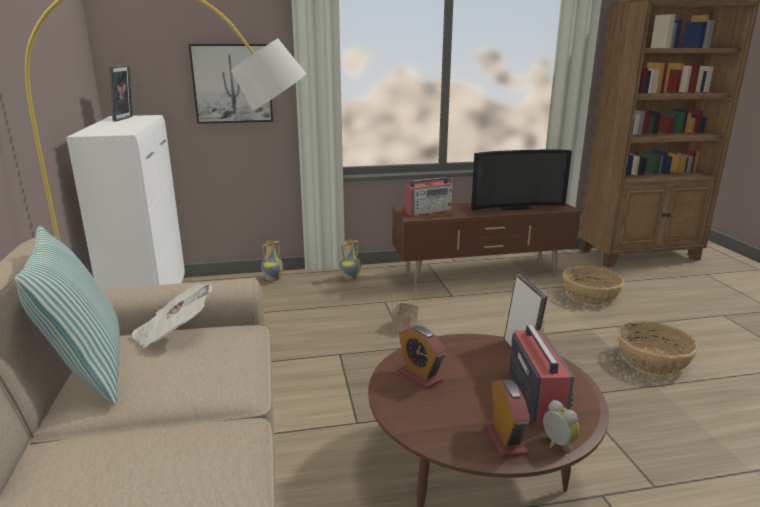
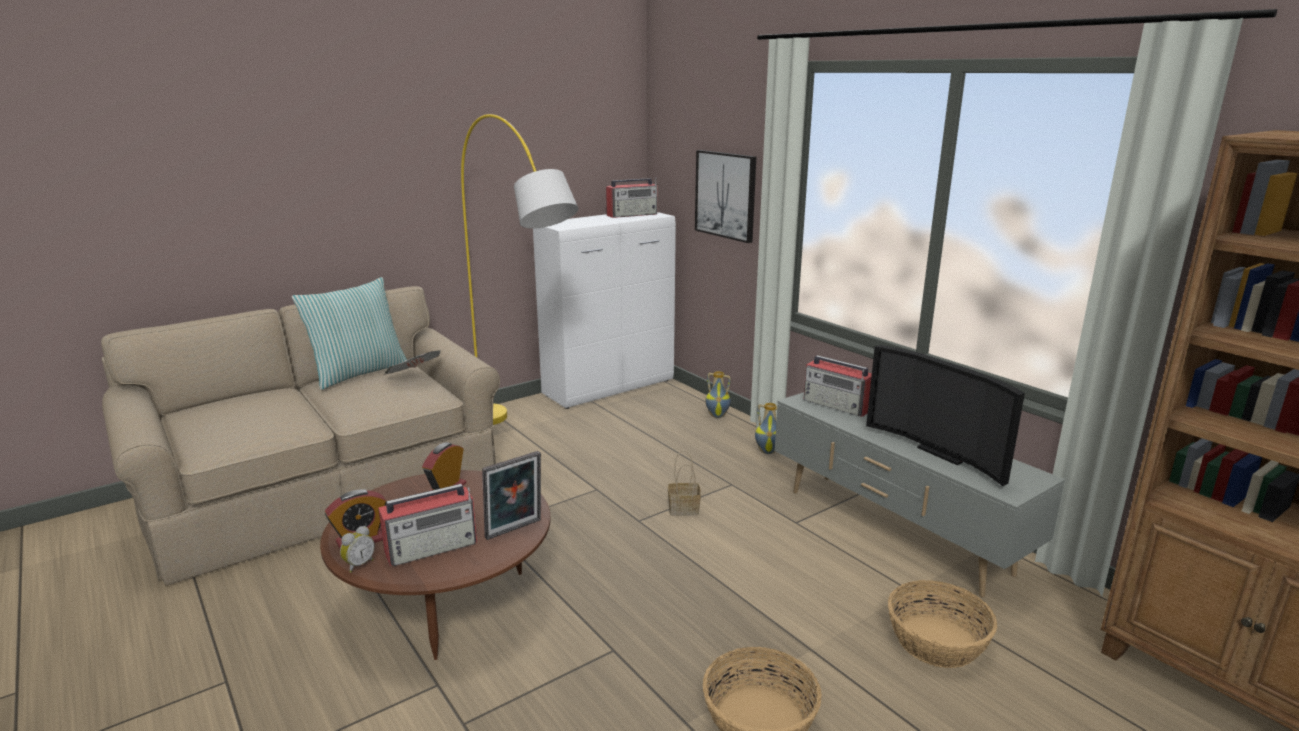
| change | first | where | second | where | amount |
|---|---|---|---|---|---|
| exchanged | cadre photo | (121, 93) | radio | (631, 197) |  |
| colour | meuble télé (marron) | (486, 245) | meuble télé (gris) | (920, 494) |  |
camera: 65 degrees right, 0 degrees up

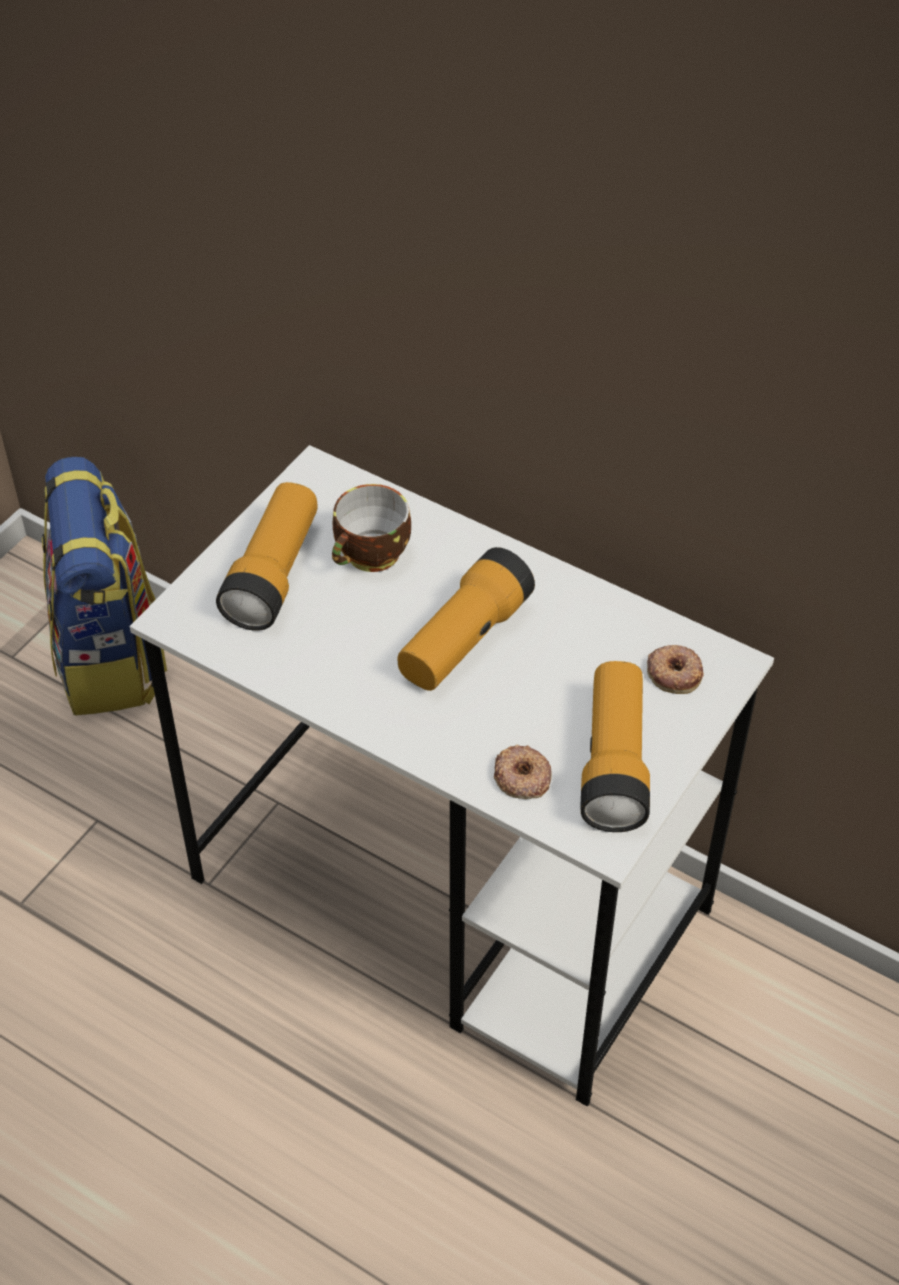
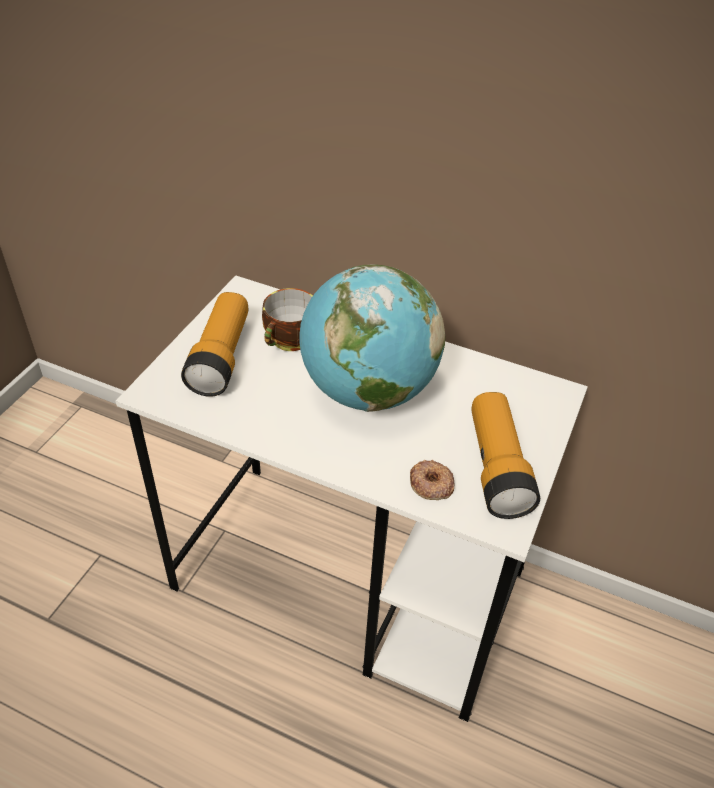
| change | first | where | second | where | amount |
|---|---|---|---|---|---|
| missing | sac à dos | (104, 586) |  |  |  |
| missing | beignet | (675, 669) |  |  |  |
| exchanged | lampe de poche | (466, 619) | globe | (372, 338) |  |
camera: 10 degrees left, 5 degrees down

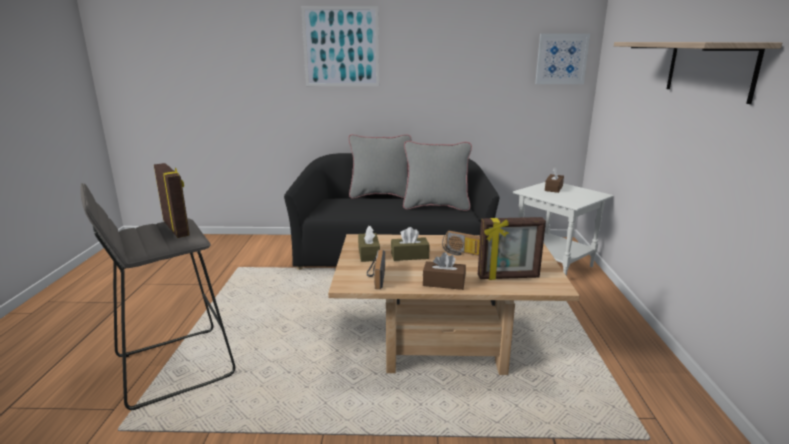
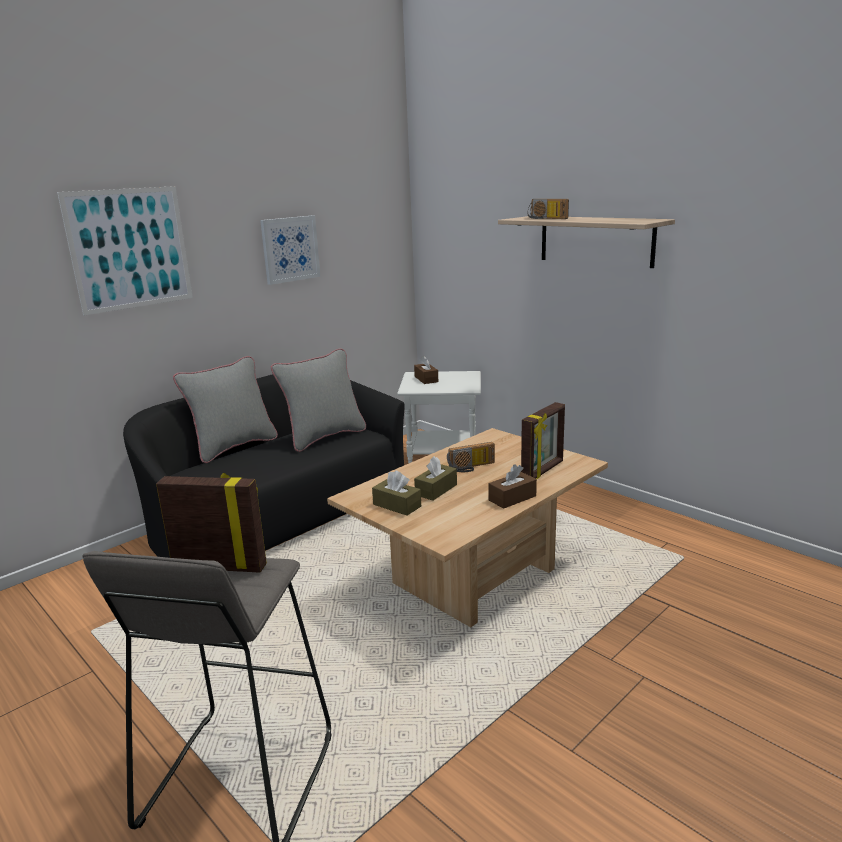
| change | first | where | second | where | amount |
|---|---|---|---|---|---|
| relocated | radio | (376, 269) |  | (548, 209) |  |
| relocated | tableau | (562, 59) |  | (290, 250) |  |
camera: 45 degrees left, 0 degrees up

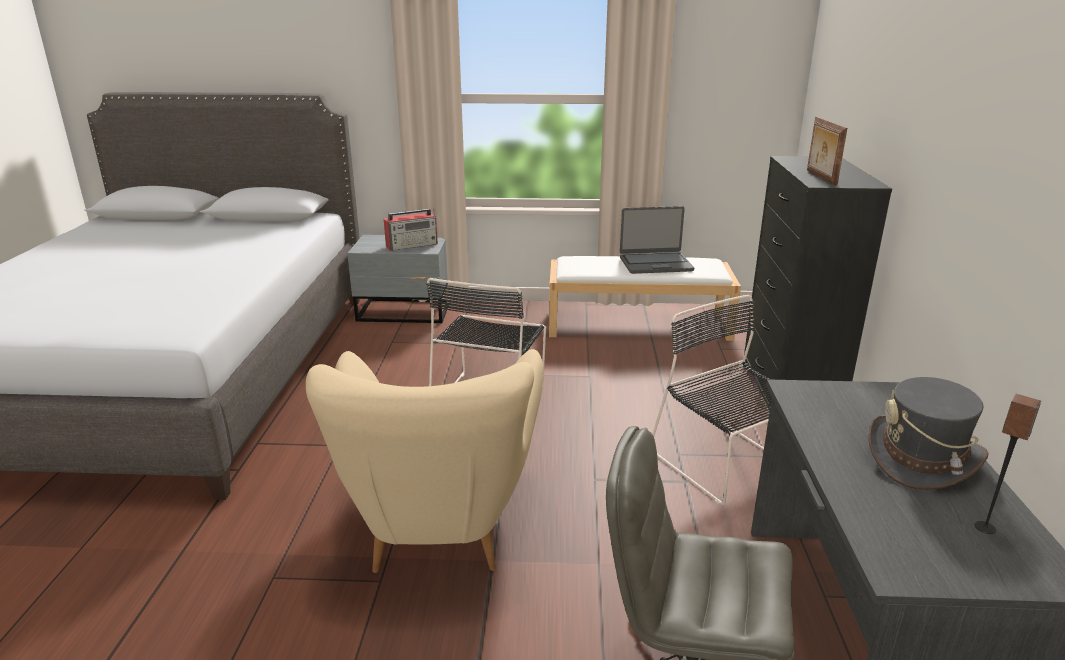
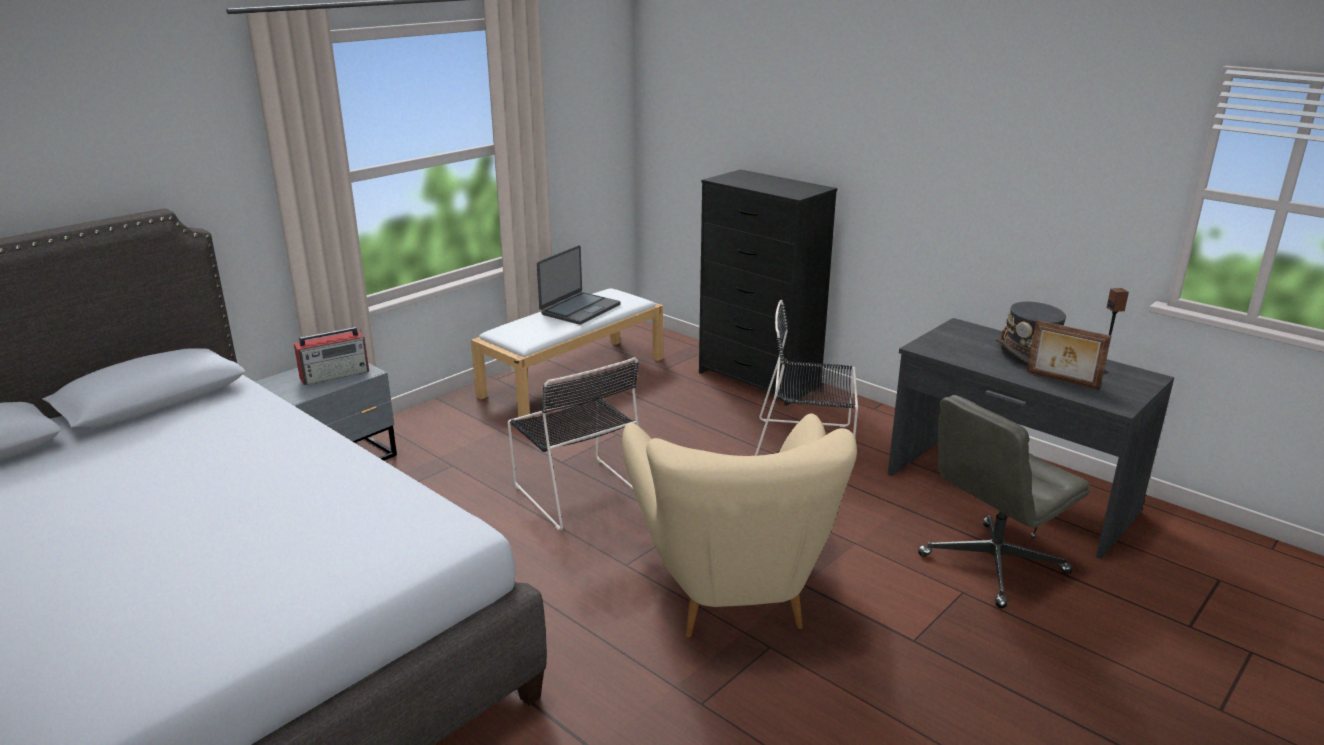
| change | first | where | second | where | amount |
|---|---|---|---|---|---|
| relocated | cadre photo | (827, 151) |  | (1069, 355) |  |
| spun | fauteuil (beige) | (424, 461) |  | (739, 525) | 45 degrees clockwise |
| spun | radio | (411, 230) |  | (331, 356) | 45 degrees clockwise |
camera: 50 degrees left, 0 degrees up

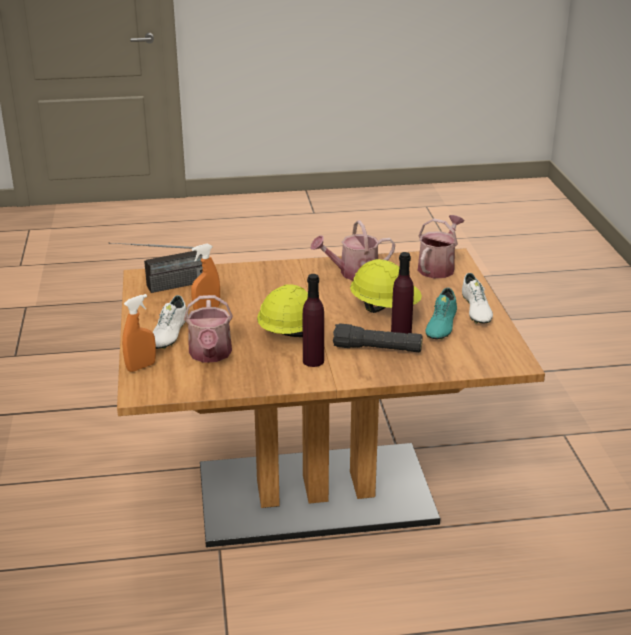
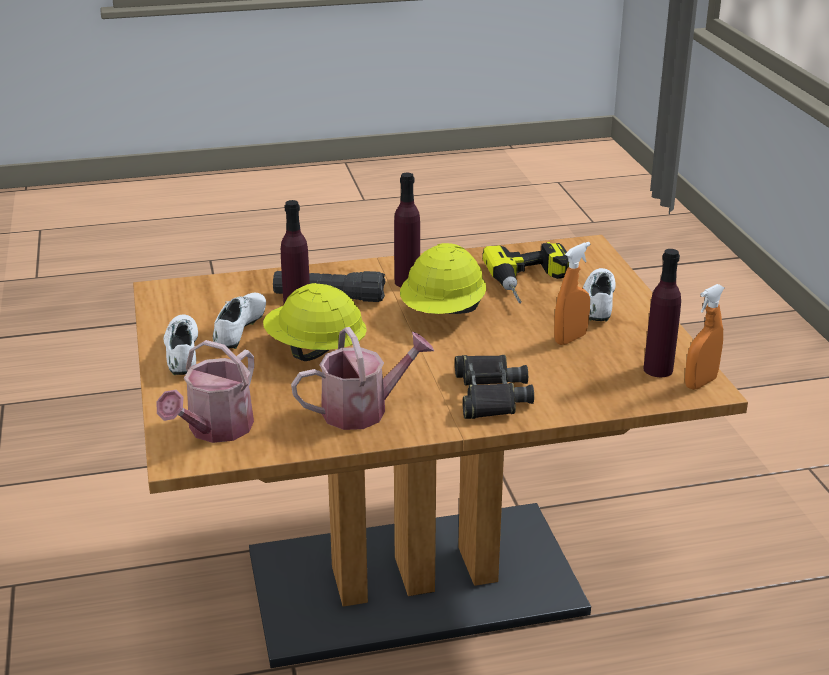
| change | first | where | second | where | amount |
|---|---|---|---|---|---|
| appeared |  |  | jumelles (noir) | (494, 387) |  |
| relocated | vaporisateur (orange) | (139, 333) |  | (704, 337) |  |
| exchanged | radio | (156, 267) | bouteille (violet) | (662, 313) |  |
| exchanged | arrosoir | (208, 329) | perceuse | (525, 272) |  |
| colour | chaussure (turquoise) | (441, 314) | chaussure (blanc) | (239, 321) |  |
camera: 175 degrees right, 0 degrees up

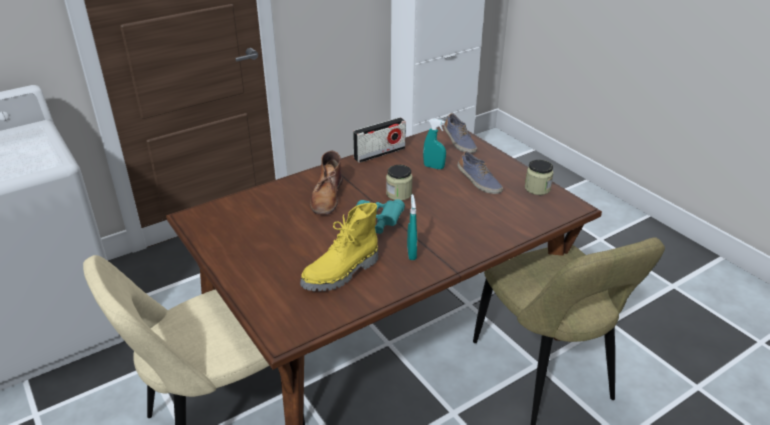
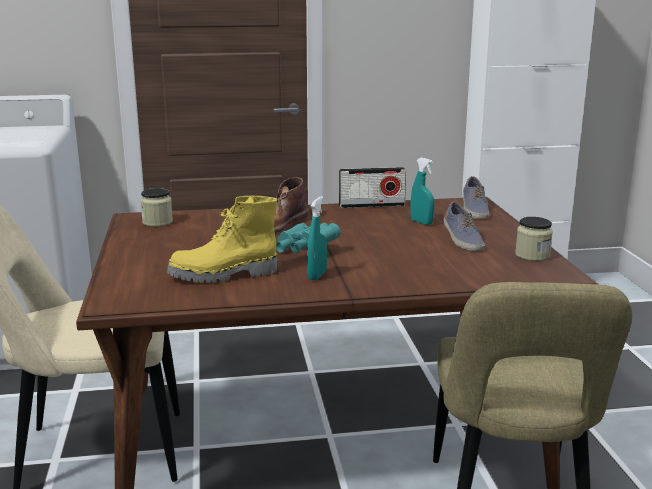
| change | first | where | second | where | amount |
|---|---|---|---|---|---|
| relocated | bocal | (399, 182) |  | (156, 207) |  |
camera: 25 degrees right, 15 degrees down

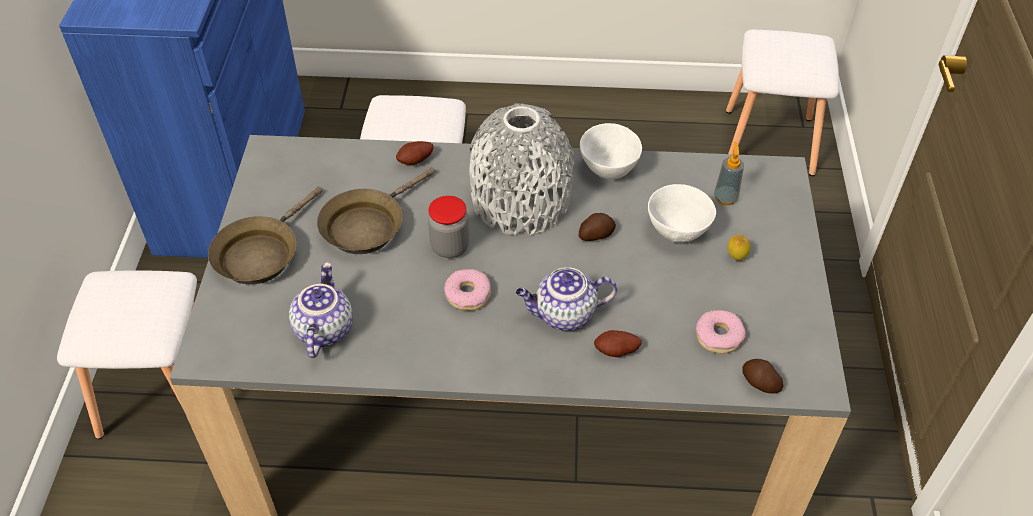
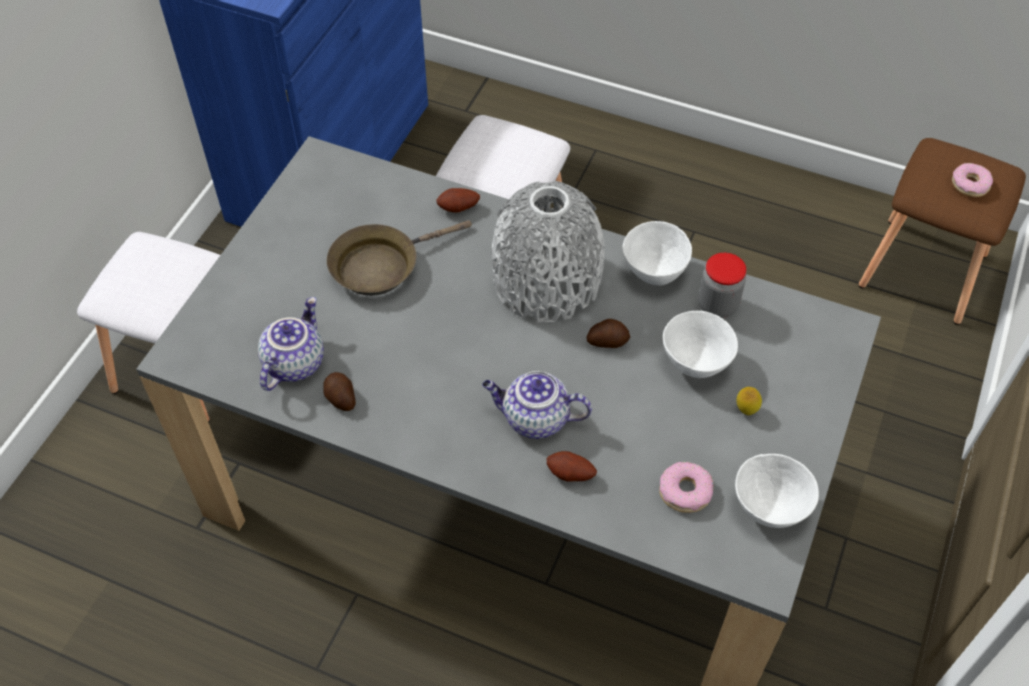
| change | first | where | second | where | amount |
|---|---|---|---|---|---|
| missing | poêle (marron) | (265, 235) |  |  |  |
| missing | distributeur de savon | (729, 173) |  |  |  |
| appeared |  |  | bol (blanc) | (777, 491) |  |
| relocated | bocal | (448, 227) |  | (722, 285) |  |
| relocated | beignet | (467, 290) |  | (972, 180) |  |
| relocated | pomme de terre | (762, 376) |  | (339, 391) |  |
| colour | tabouret (blanc) | (782, 102) | tabouret (marron) | (942, 231) |  |
camera: 20 degrees right, 5 degrees up

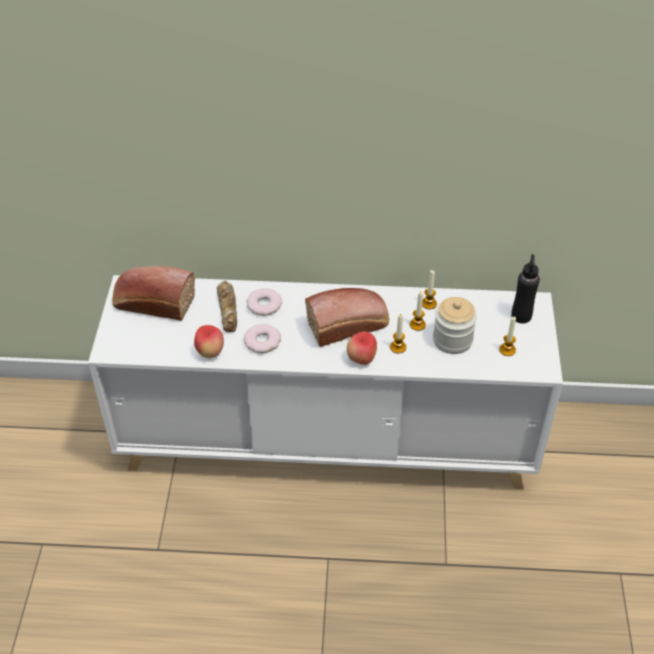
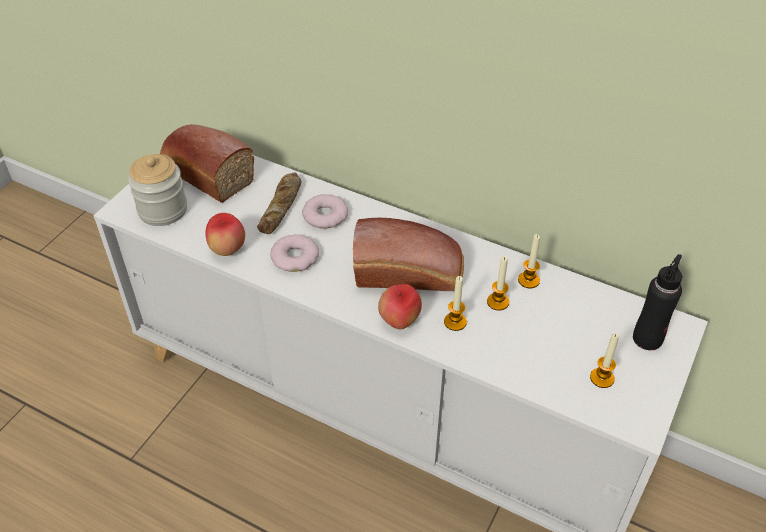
| change | first | where | second | where | amount |
|---|---|---|---|---|---|
| relocated | bocal | (455, 325) |  | (157, 190) |  |
camera: 25 degrees right, 0 degrees up

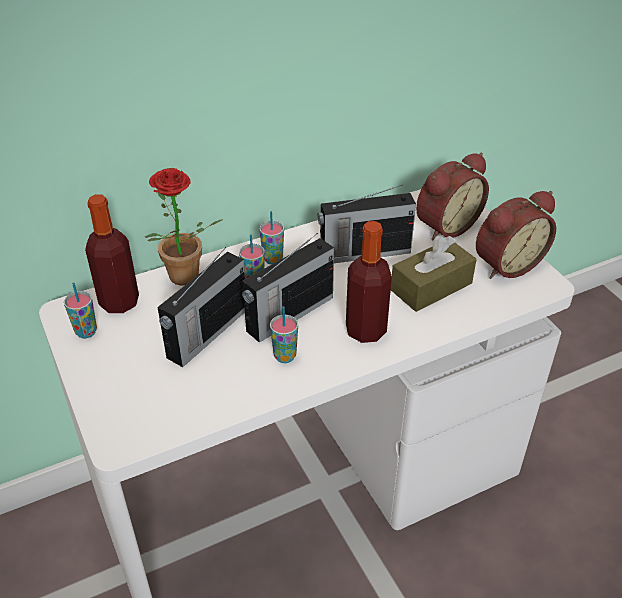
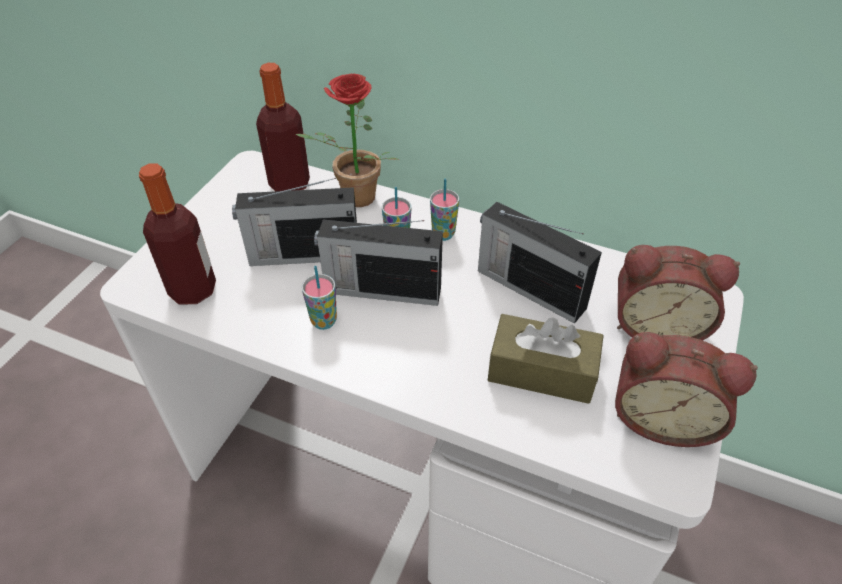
| change | first | where | second | where | amount |
|---|---|---|---|---|---|
| missing | tasse | (80, 310) |  |  |  |
| relocated | bouteille | (369, 282) |  | (177, 233) |  |
camera: 50 degrees right, 5 degrees up

